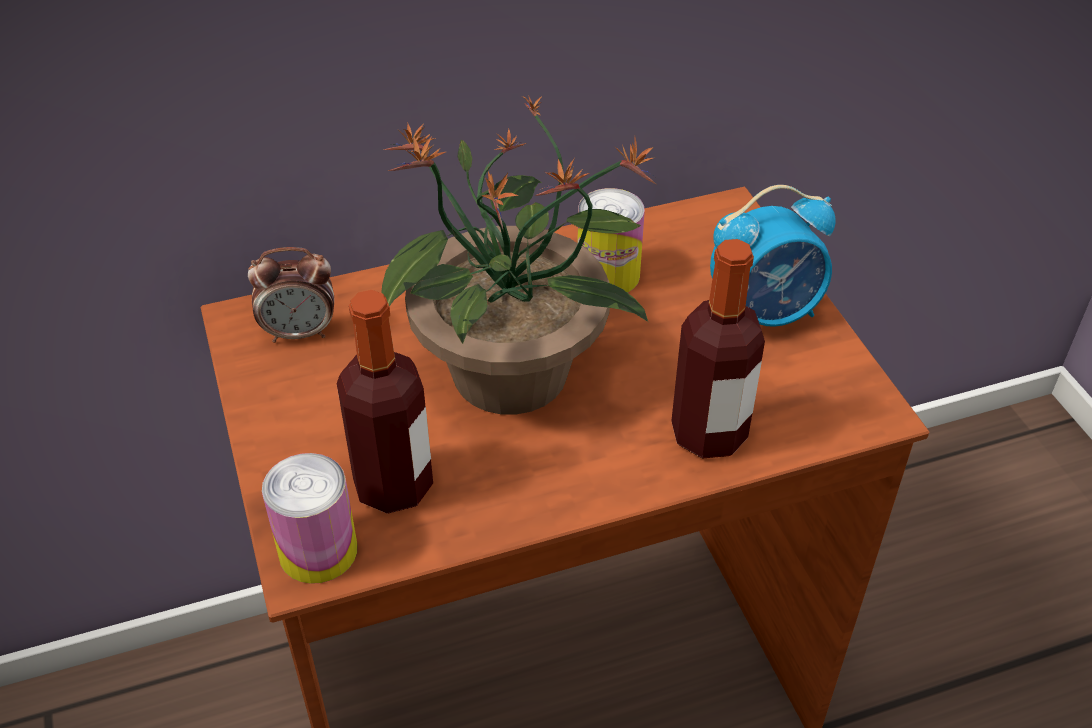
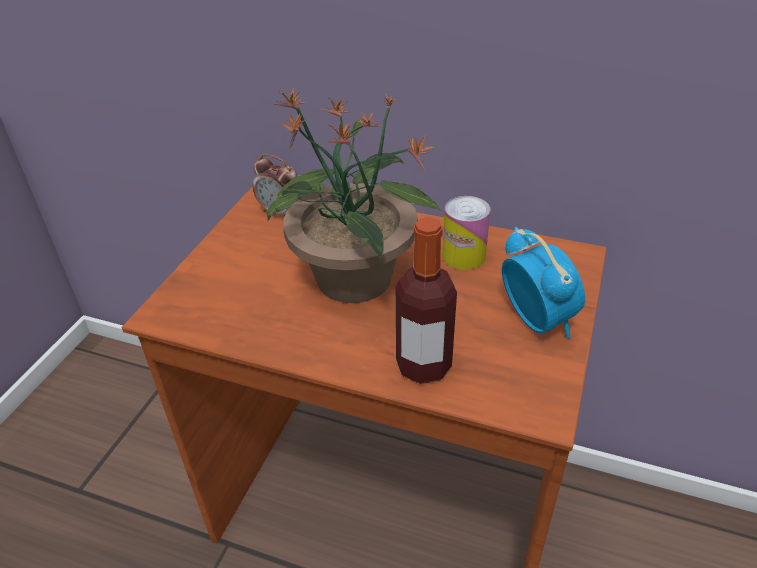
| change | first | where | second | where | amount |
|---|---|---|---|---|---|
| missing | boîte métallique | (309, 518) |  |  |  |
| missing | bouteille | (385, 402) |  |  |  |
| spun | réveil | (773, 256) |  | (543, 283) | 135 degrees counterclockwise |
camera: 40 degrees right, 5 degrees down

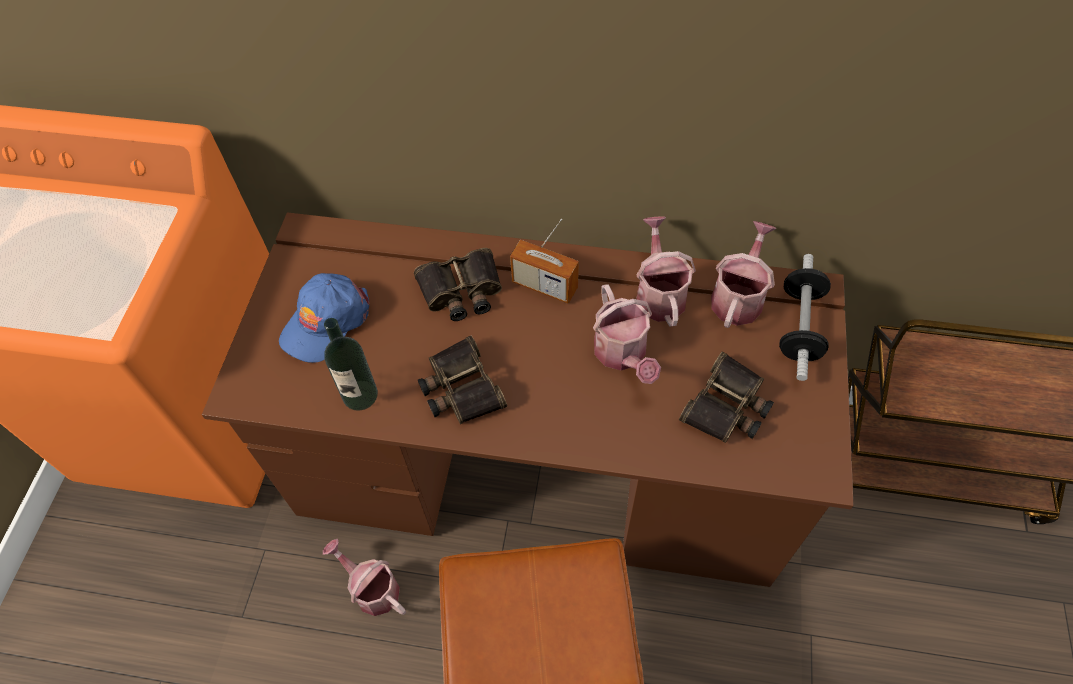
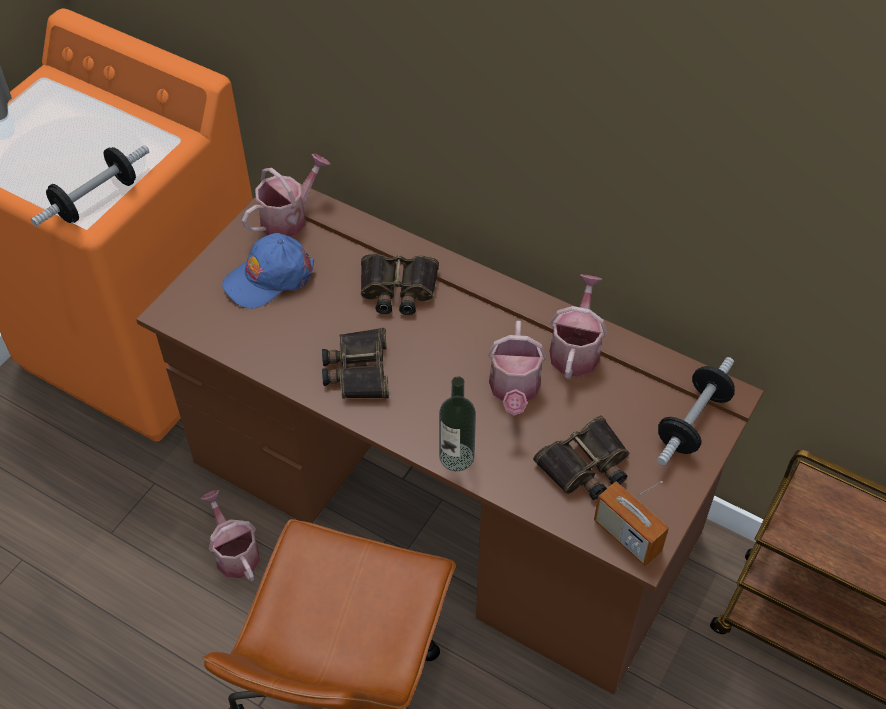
| change | first | where | second | where | amount |
|---|---|---|---|---|---|
| appeared |  |  | haltère | (90, 186) |  |
| relocated | bouteille | (351, 364) |  | (457, 423) |  |
| relocated | radio | (544, 261) |  | (631, 523) |  |
| relocated | arrosoir | (743, 274) |  | (286, 195) |  |
camera: 20 degrees right, 5 degrees down

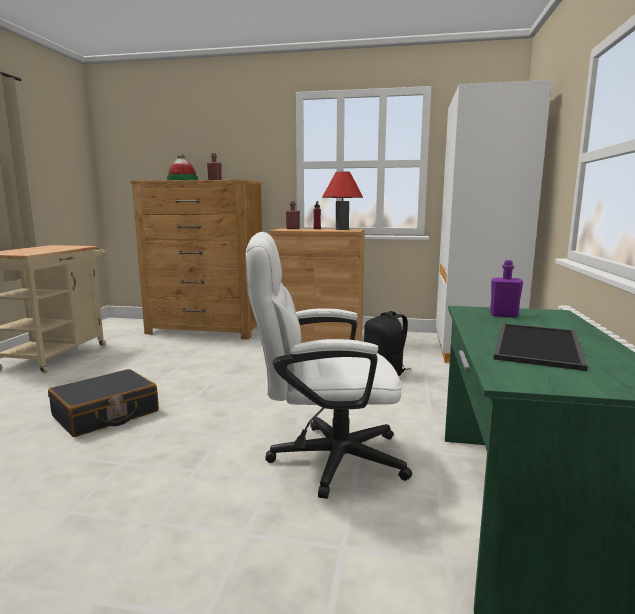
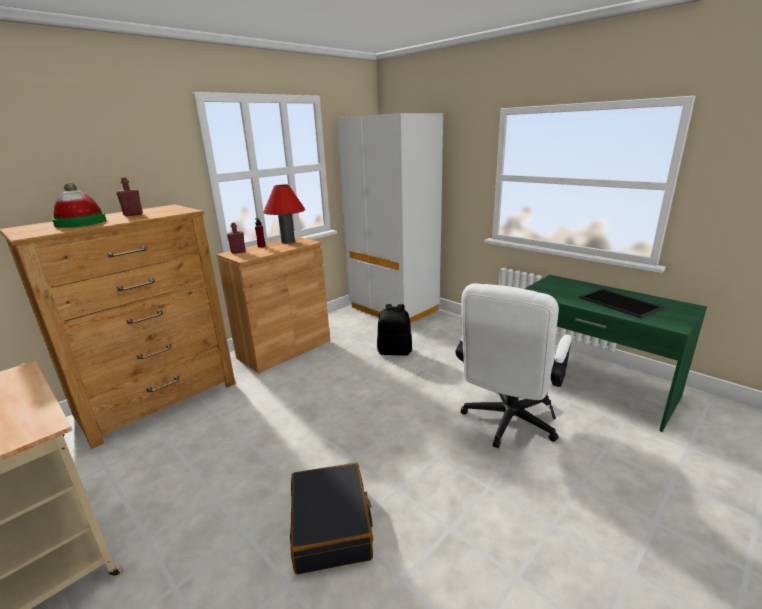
| change | first | where | second | where | amount |
|---|---|---|---|---|---|
| missing | bouteille (violet) | (506, 289) |  |  |  |
camera: 55 degrees left, 10 degrees up

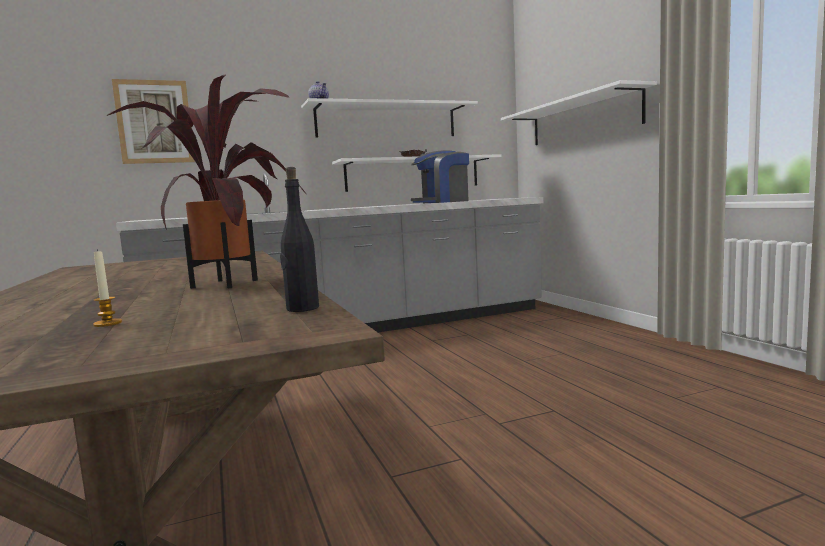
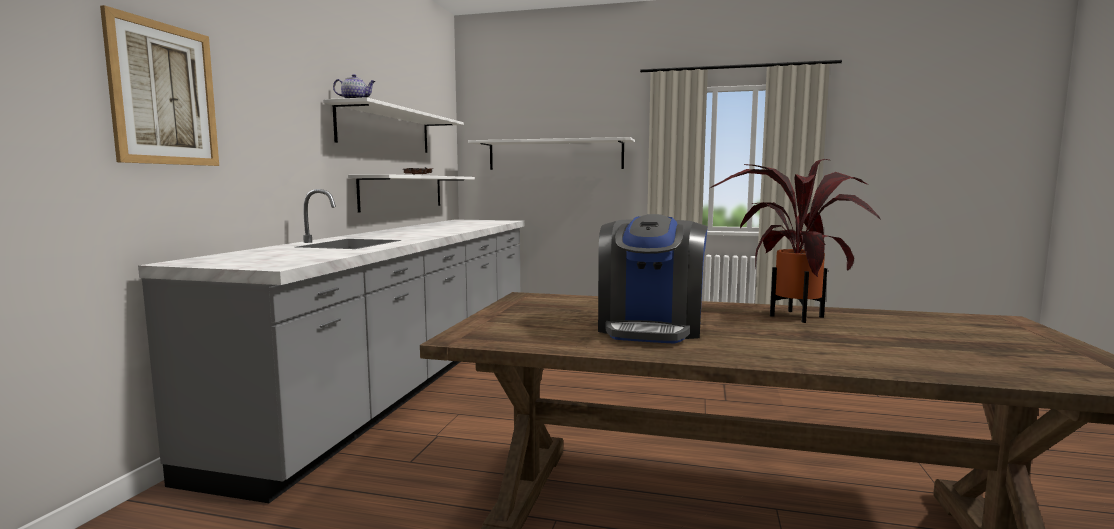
| change | first | where | second | where | amount |
|---|---|---|---|---|---|
| missing | bougie | (107, 288) |  |  |  |
| missing | bouteille (noir) | (299, 239) |  |  |  |
| relocated | machine à café | (440, 176) |  | (653, 279) |  |
camera: 55 degrees left, 0 degrees up

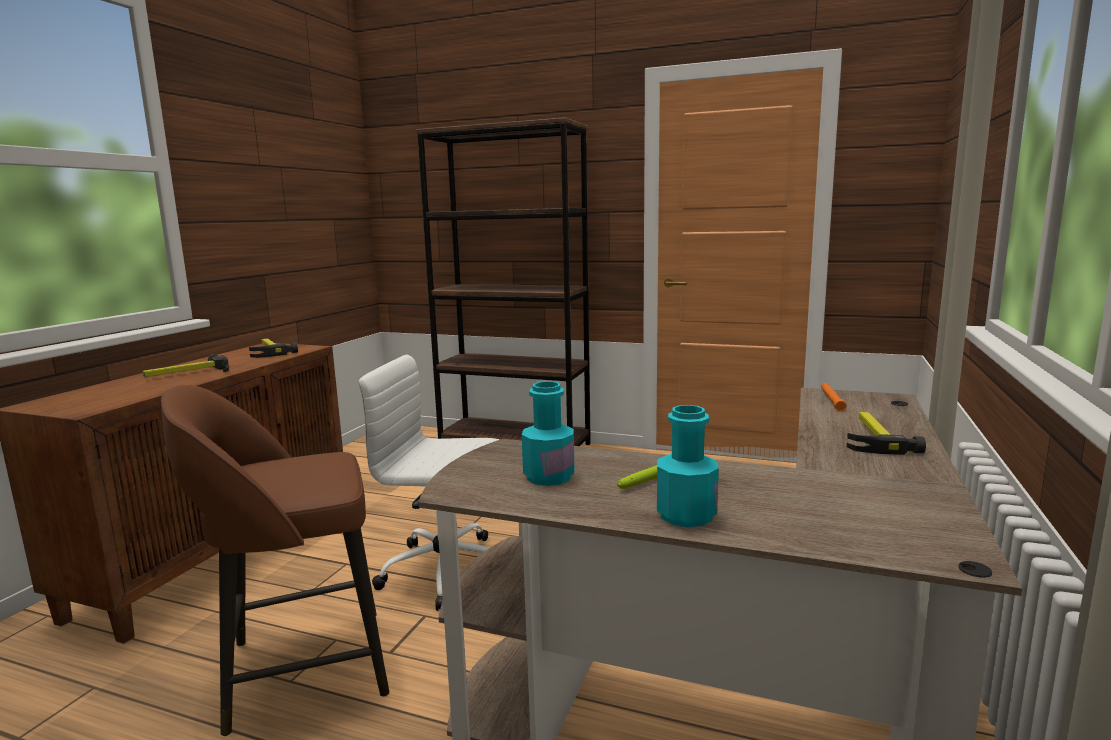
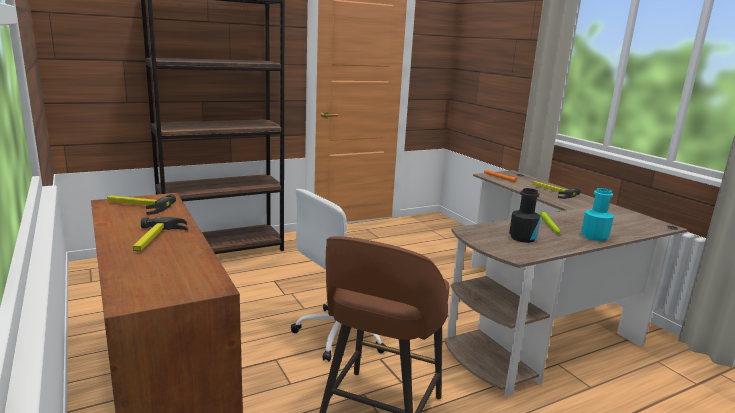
| change | first | where | second | where | amount |
|---|---|---|---|---|---|
| colour | bouteille (turquoise) | (548, 433) | bouteille (noir) | (525, 215) |  |
camera: 50 degrees left, 5 degrees up

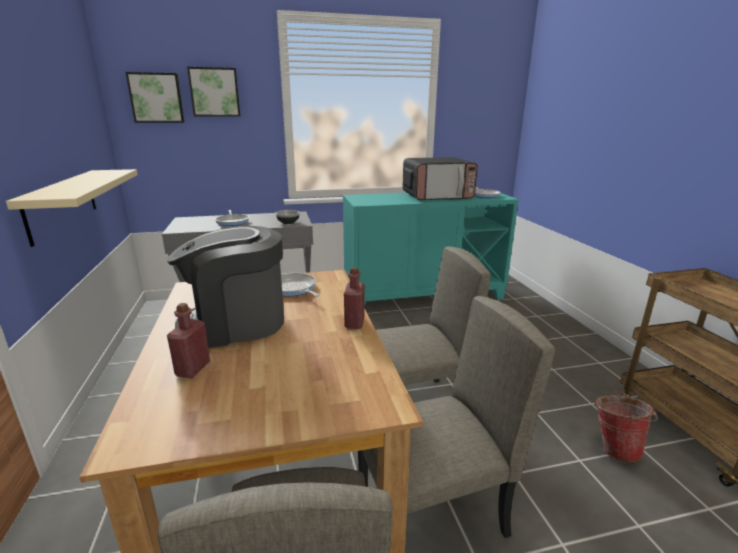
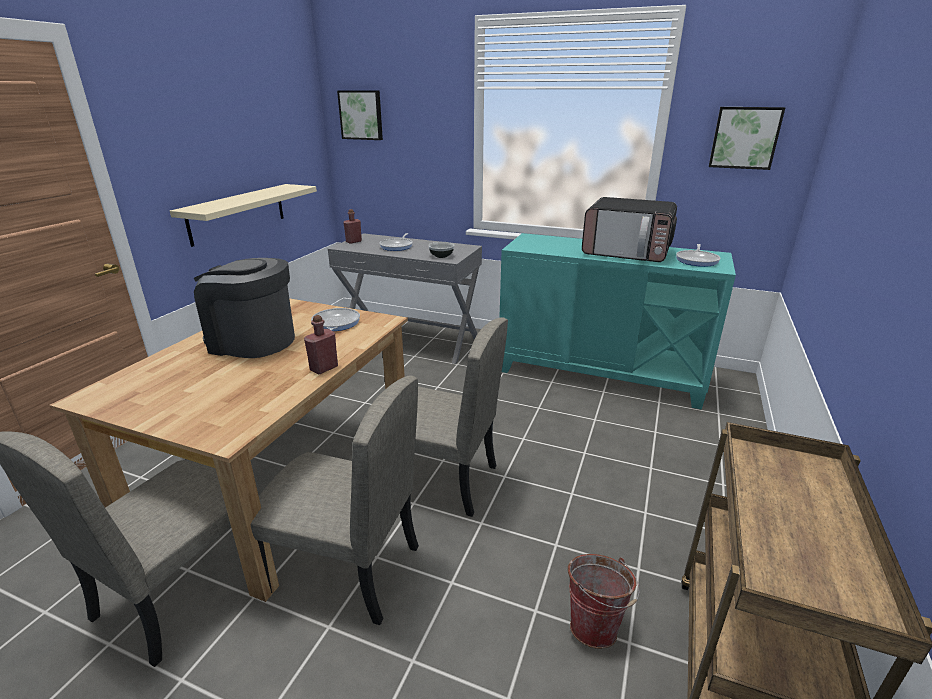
| change | first | where | second | where | amount |
|---|---|---|---|---|---|
| relocated | bouteille (rouge) | (188, 340) |  | (352, 226) |  |
| relocated | tableau | (214, 92) |  | (747, 138) |  |
camera: 35 degrees right, 5 degrees up

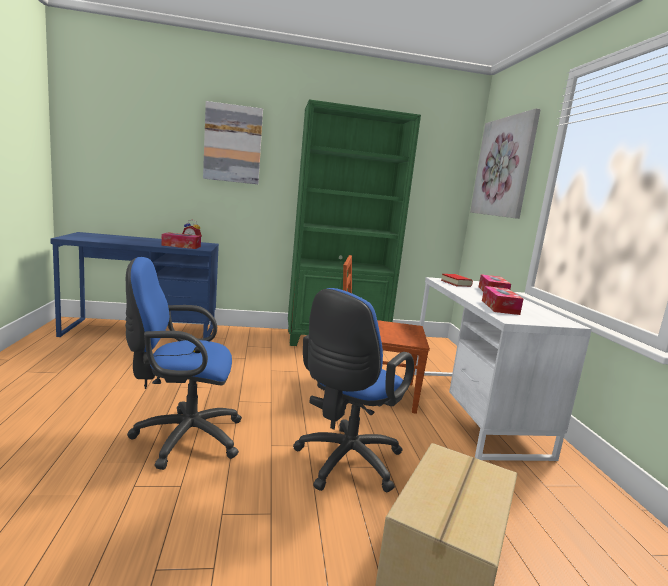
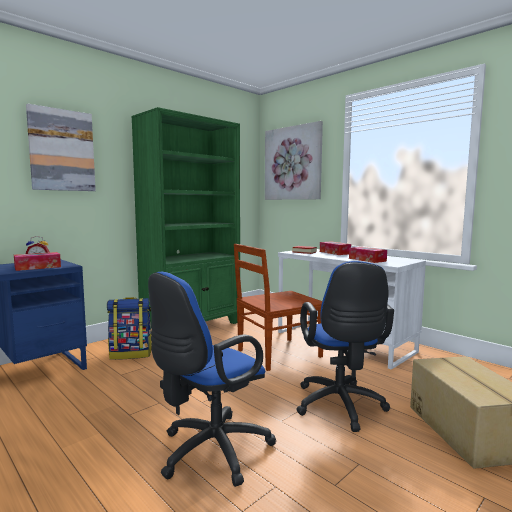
| change | first | where | second | where | amount |
|---|---|---|---|---|---|
| appeared |  |  | sac à dos | (129, 328) |  |
camera: 35 degrees left, 5 degrees down

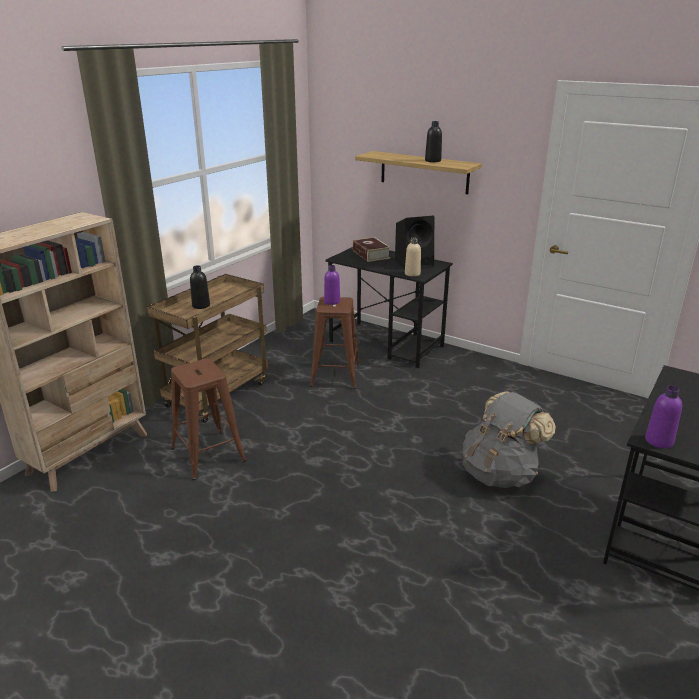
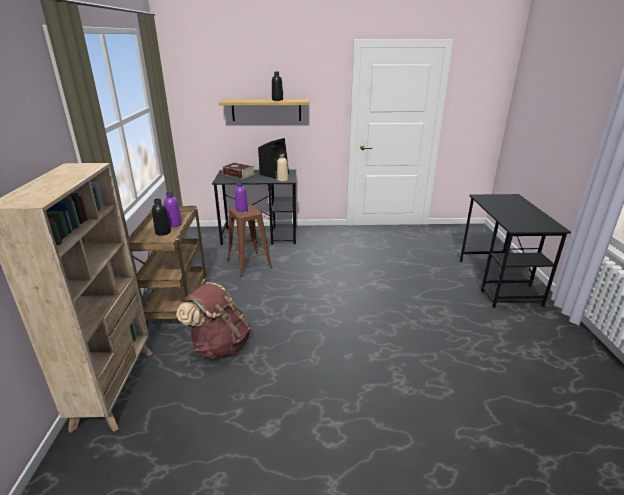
| change | first | where | second | where | amount |
|---|---|---|---|---|---|
| missing | sac à dos (gris) | (509, 439) |  |  |  |
| relocated | bouteille (violet) | (663, 417) |  | (173, 209) |  |
| exchanged | tabouret (marron) | (208, 419) | sac à dos (marron) | (213, 320) |  |
camera: 35 degrees left, 0 degrees up

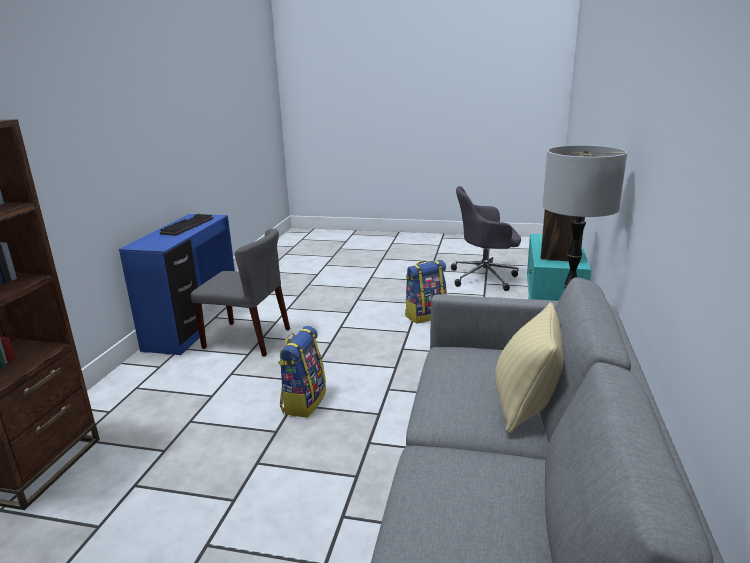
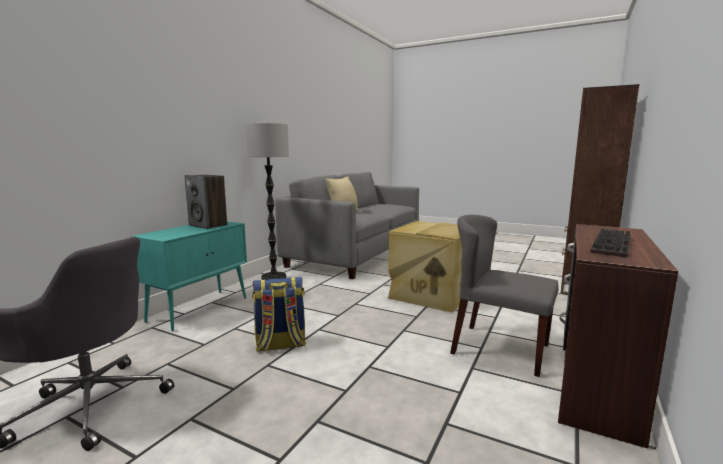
| change | first | where | second | where | amount |
|---|---|---|---|---|---|
| exchanged | sac à dos | (302, 372) | boîte de rangement (beige) | (425, 267) |  |
| colour | bureau (bleu) | (177, 285) | bureau (marron) | (618, 336) |  |
camera: 165 degrees left, 10 degrees down

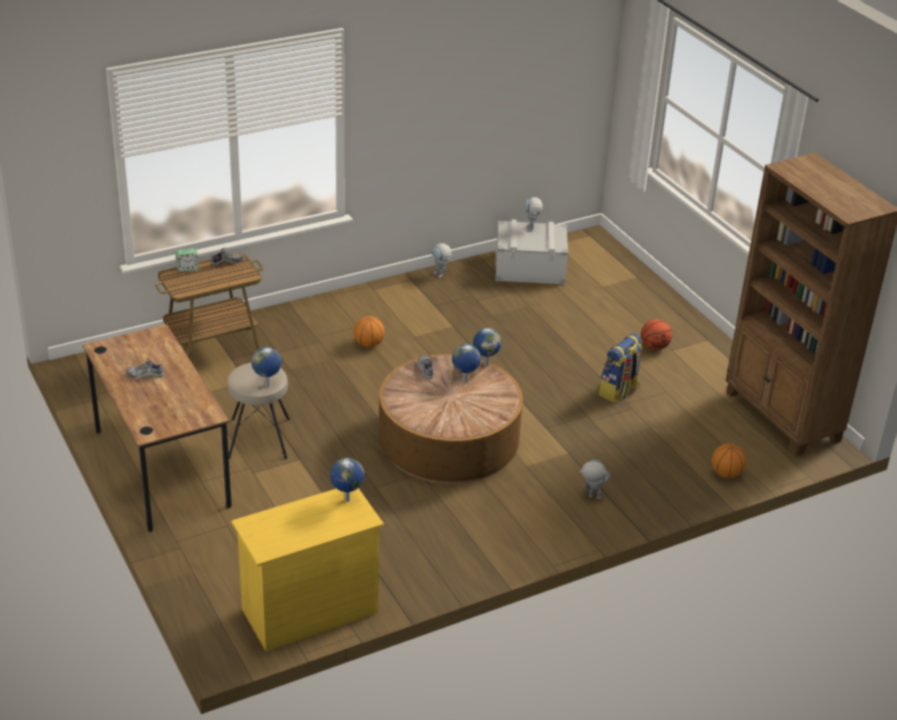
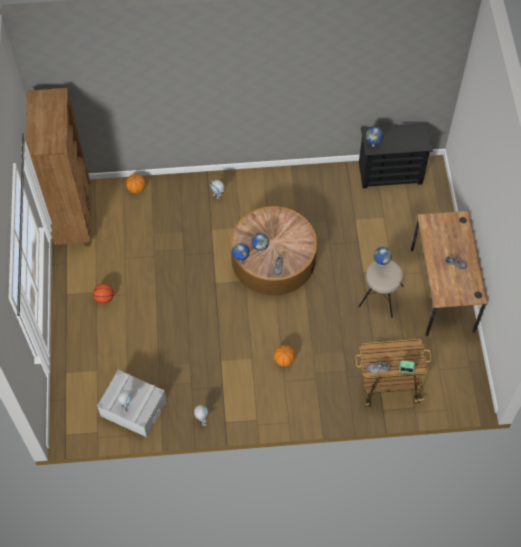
| change | first | where | second | where | amount |
|---|---|---|---|---|---|
| missing | sac à dos | (621, 368) |  |  |  |
| colour | commode (jaune) | (307, 569) | commode (noir) | (396, 156) |  |
camera: 155 degrees left, 25 degrees up

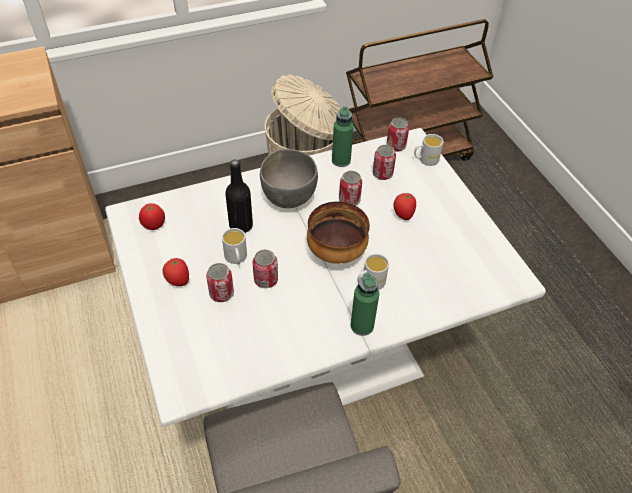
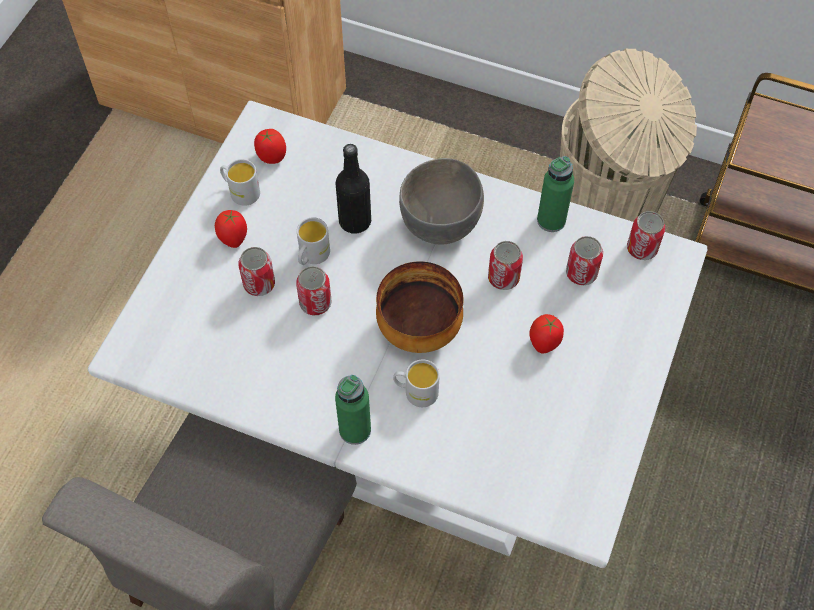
| change | first | where | second | where | amount |
|---|---|---|---|---|---|
| relocated | mug (blanc) | (428, 150) |  | (240, 182) |  |
camera: 45 degrees right, 10 degrees up

